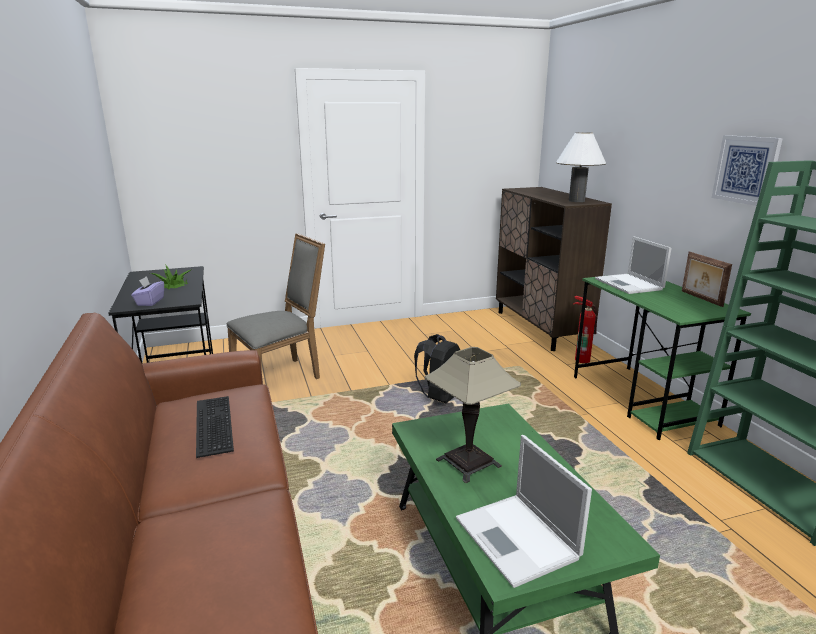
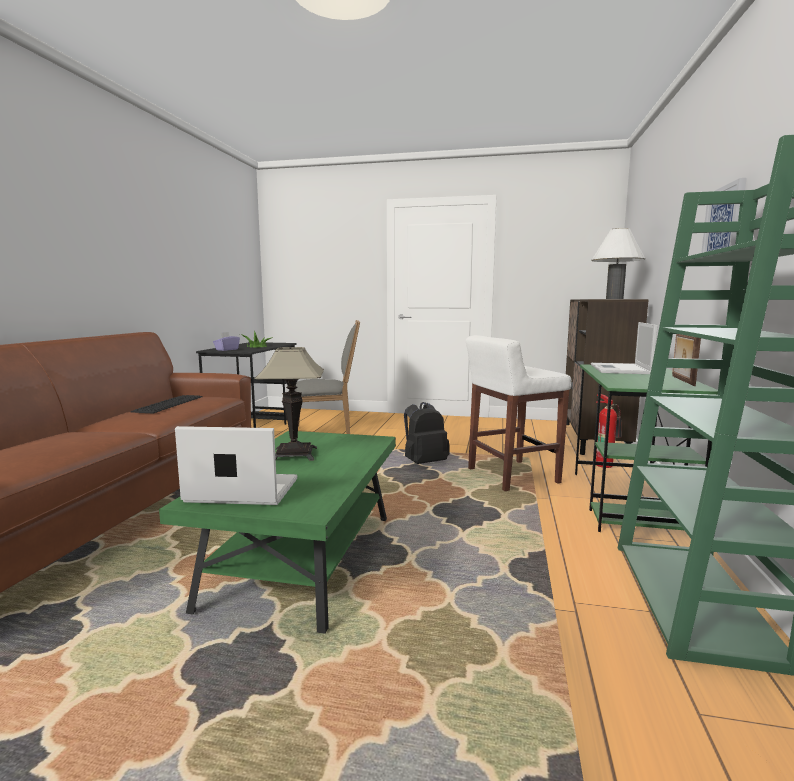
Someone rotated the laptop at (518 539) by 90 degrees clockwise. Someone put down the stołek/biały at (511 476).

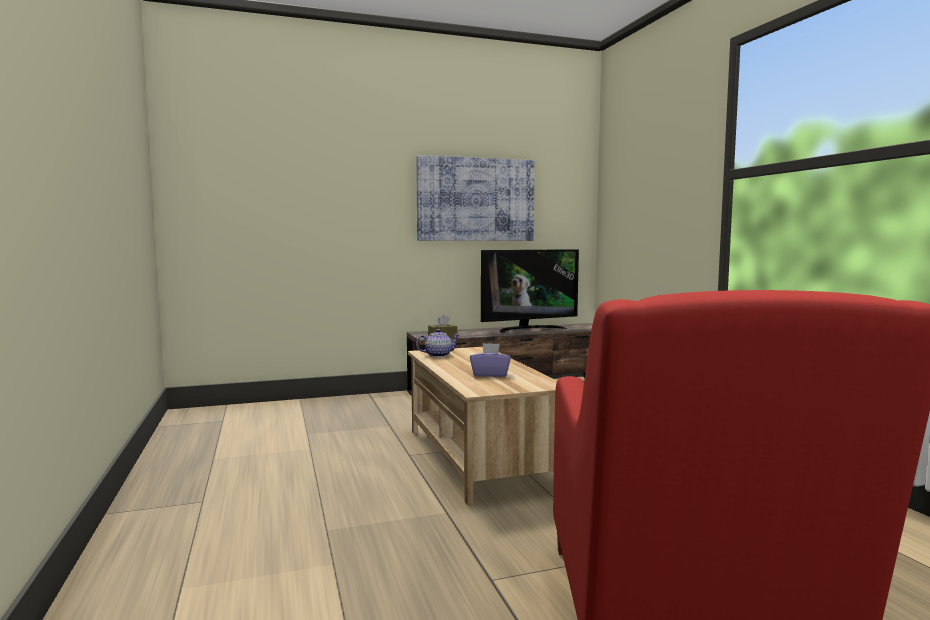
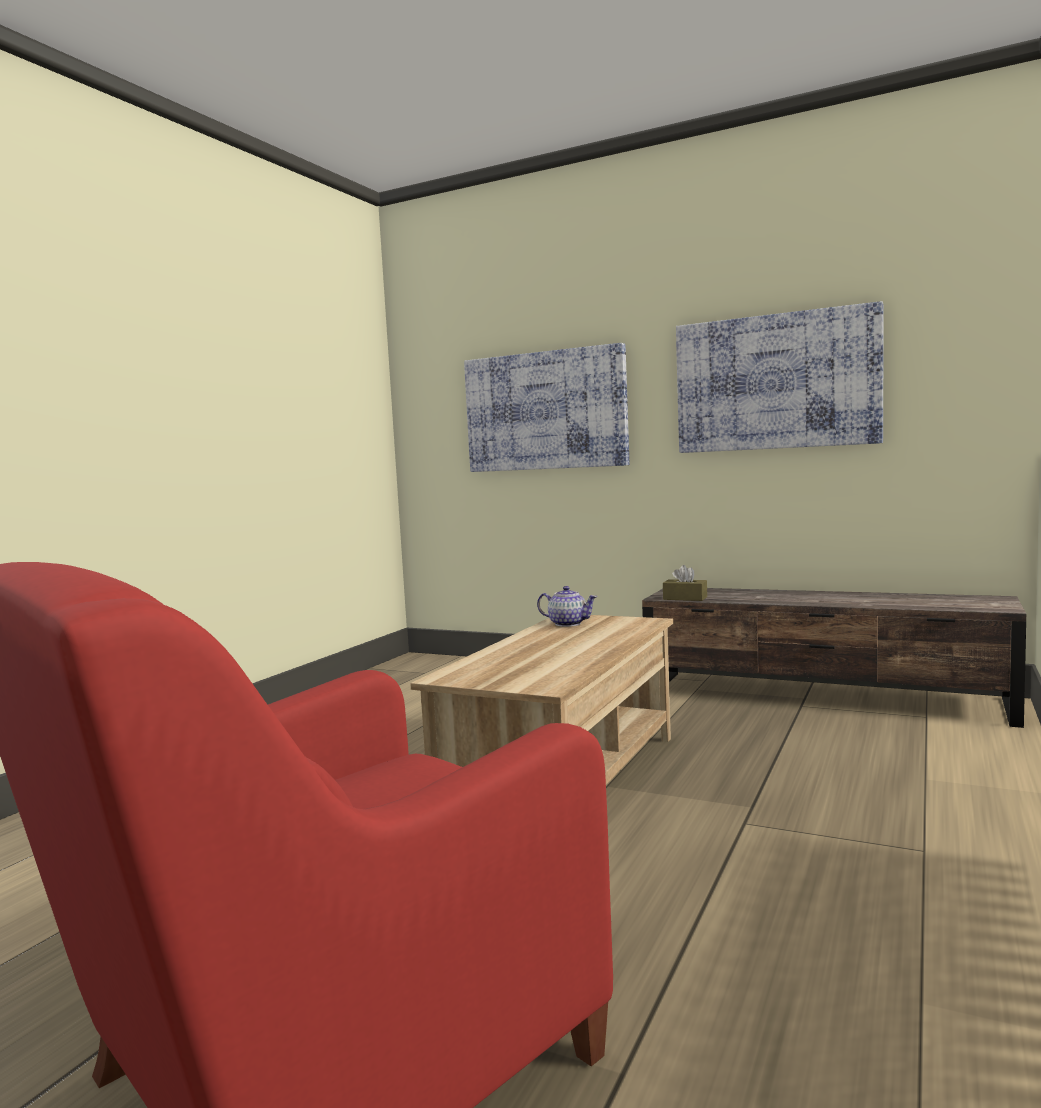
Someone took away the telewizor at (528 329). Someone took away the pudełko chusteczek/fioletowy at (490 374). Someone put up the obraz at (546 411).

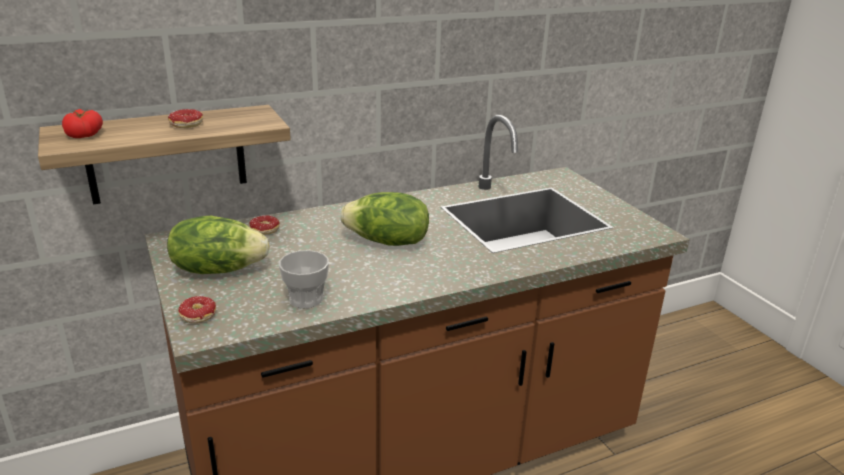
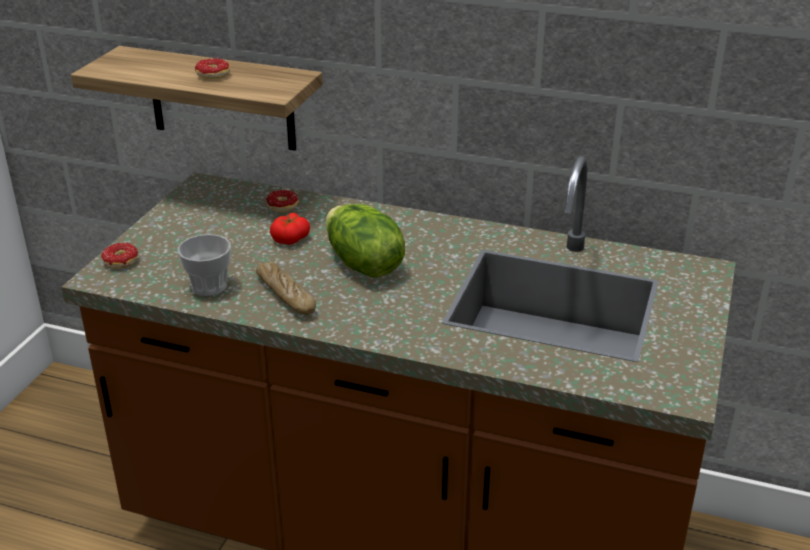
Someone carried the pomidor from (84 134) to (290 238). Someone took away the sałata at (218 269). Someone put down the chleb at (285 295).

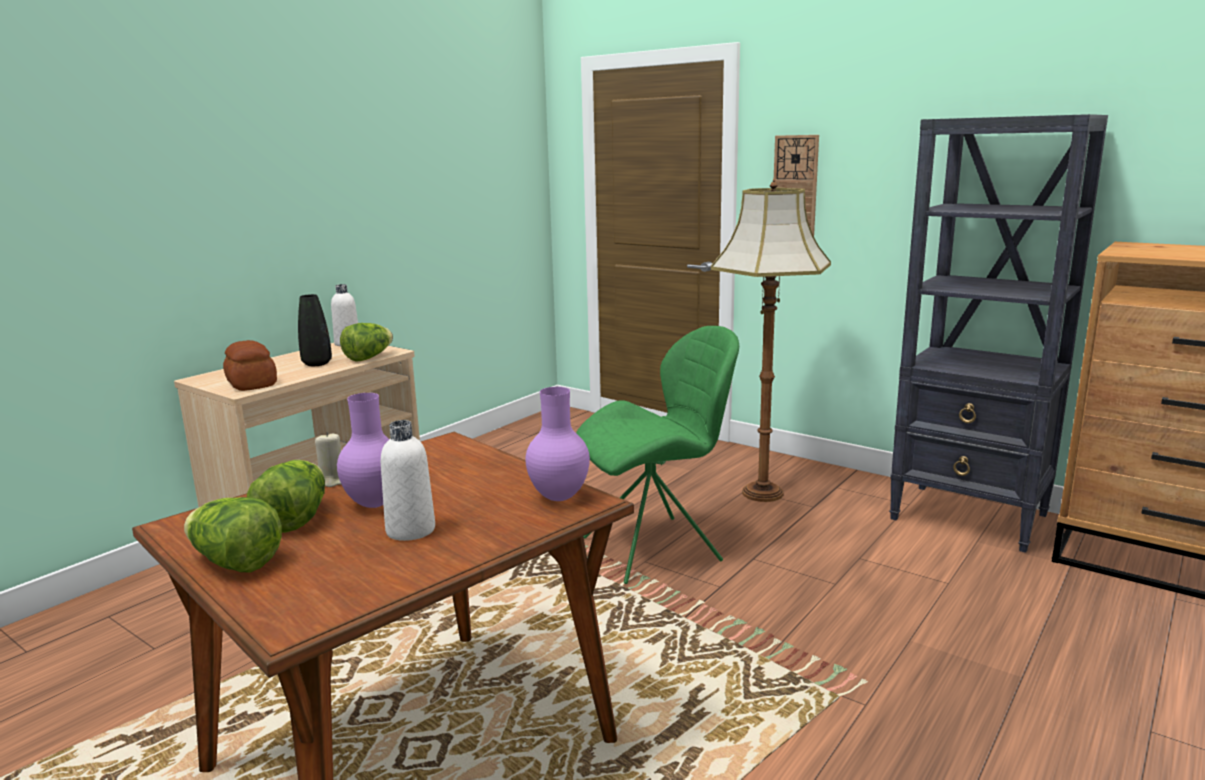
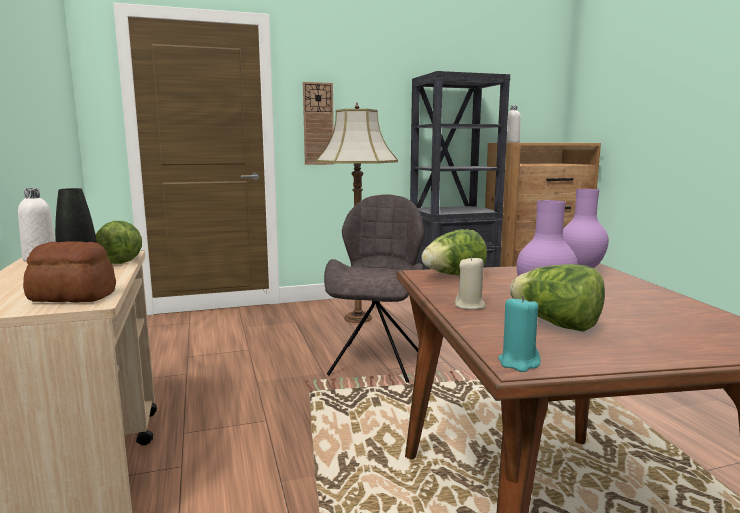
Someone repainted the krzesło/zielony at (656 548), which became the krzesło/szary at (376 361). Someone carried the butelka/biały from (410 530) to (512 142). Someone carried the sałata from (235 563) to (454 275). Someone put down the świeca/turkusowy at (519 363).

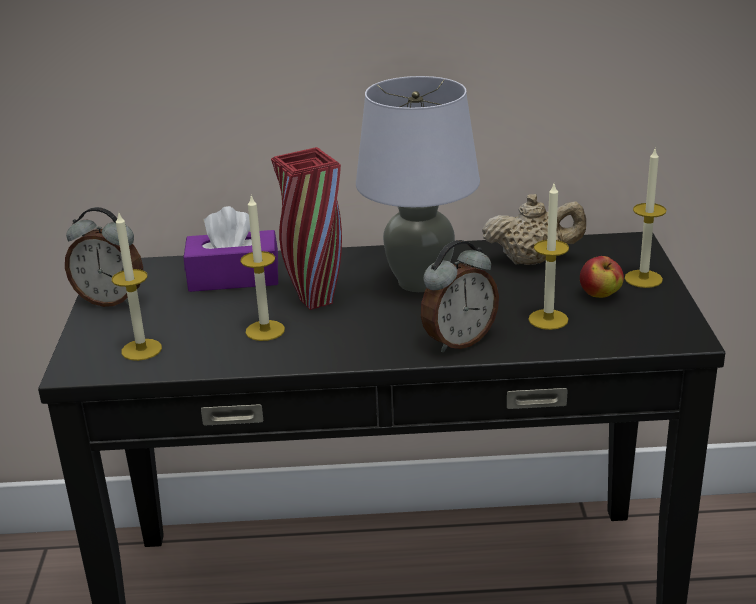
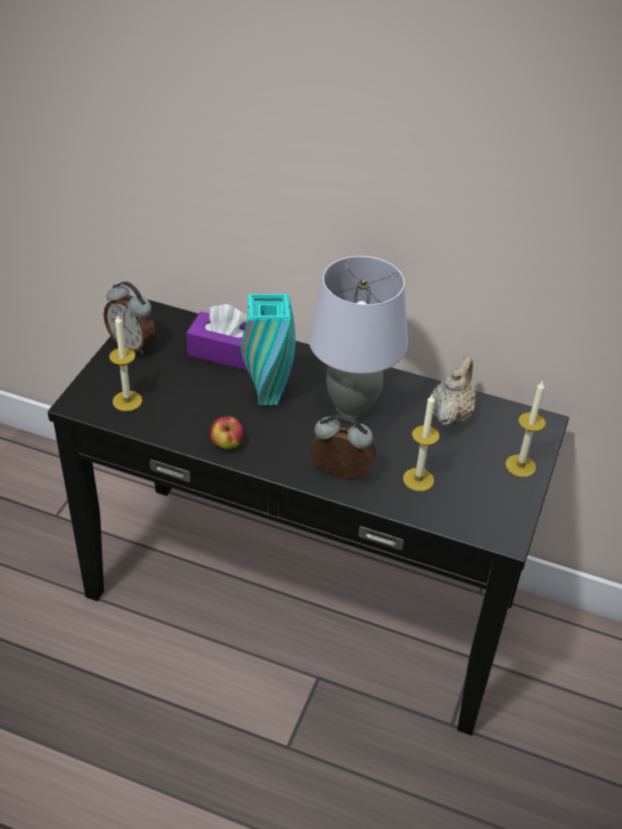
Someone repainted the wazon/czerwony at (316 301), which became the wazon/turkusowy at (267 398). Someone took away the świeca at (265 330). Someone rotated the imbryk/beżowy at (532 261) by 90 degrees counterclockwise. Someone rotated the budzik at (458 341) by 150 degrees counterclockwise. Someone carried the jabłko from (600 295) to (226 444).

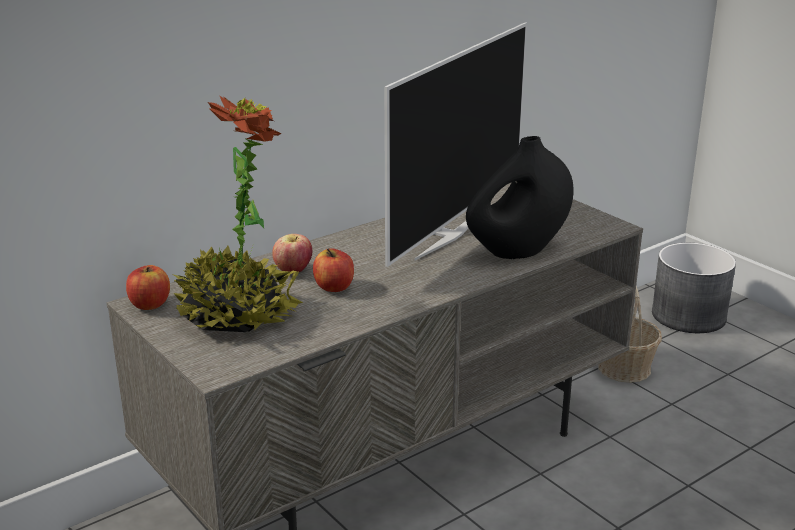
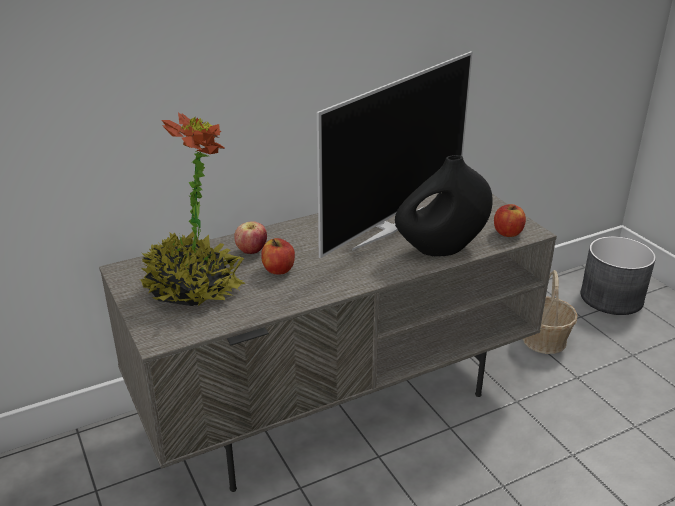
Someone carried the jabłko from (150 304) to (507 233).

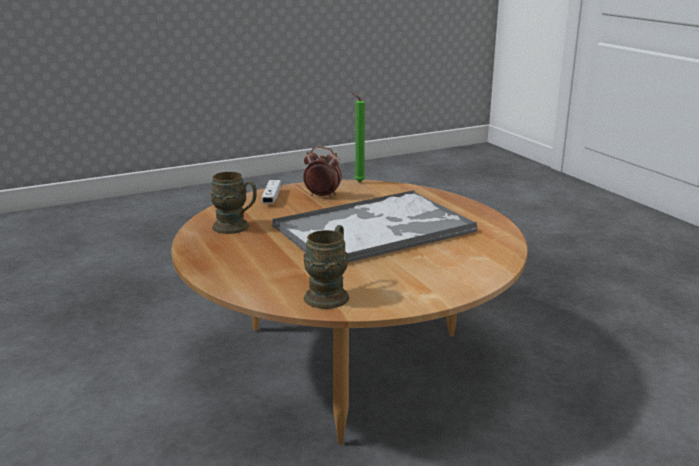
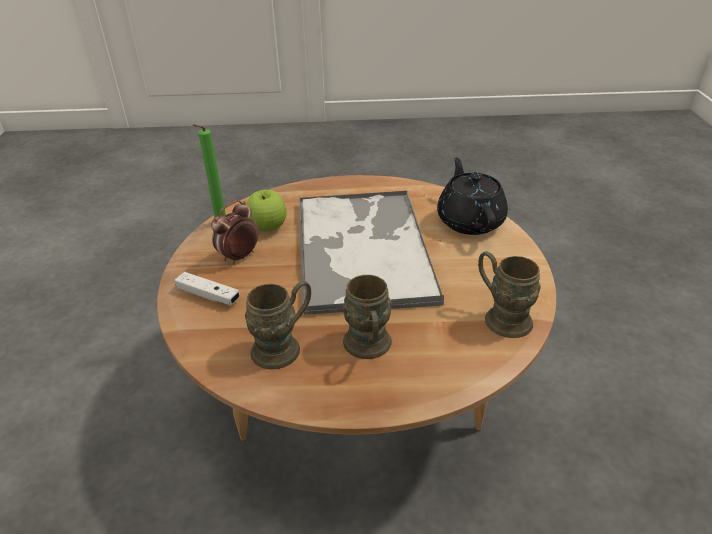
Someone put down the imbryk/czarny at (470 220). Someone put down the jabłko at (268 228). Someone put down the kubek/brązowy at (369 348).

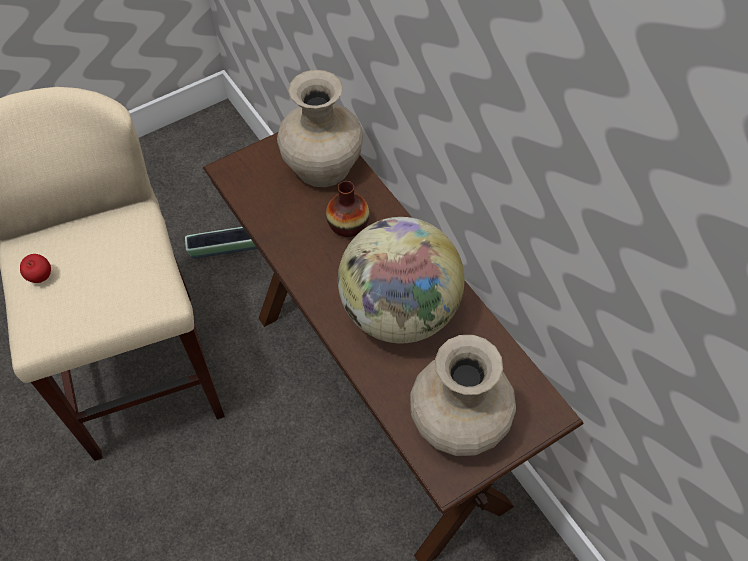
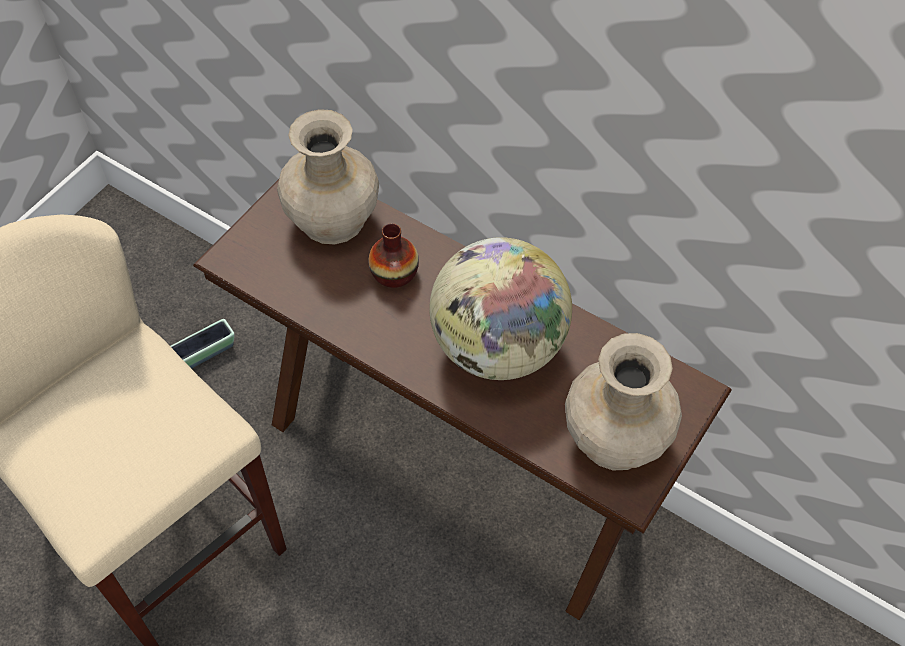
Someone took away the jabłko at (40 277).

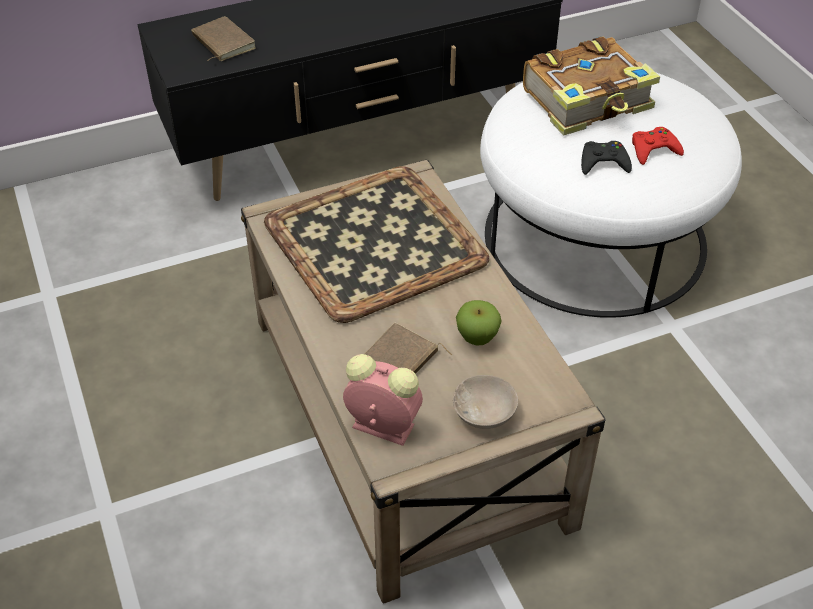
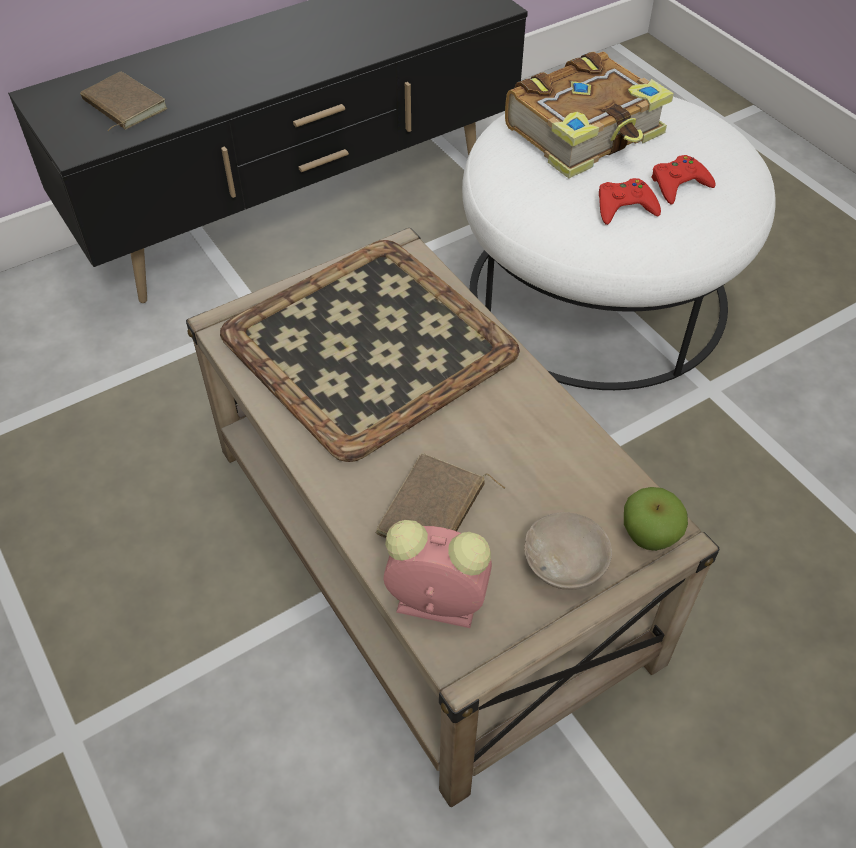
Someone repainted the pad do gier/czarny at (603 162), which became the pad do gier/czerwony at (624 207). Someone carried the jabłko from (477 337) to (649 536).

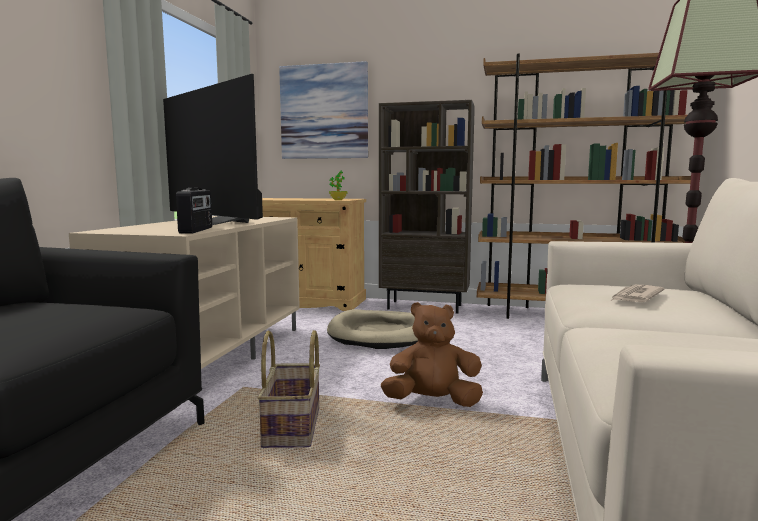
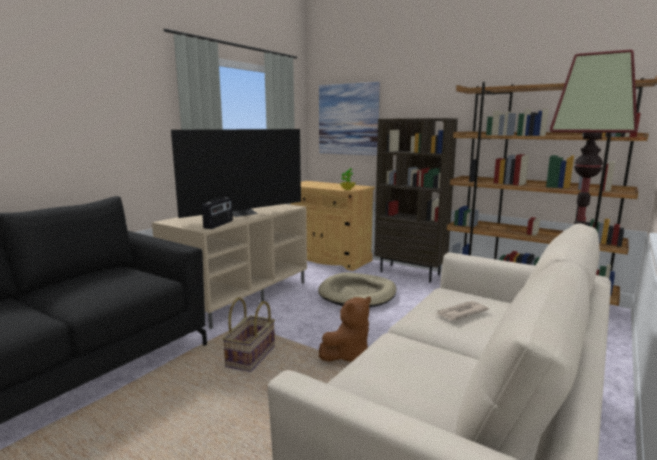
Someone rotated the telewizor at (215 223) by 105 degrees counterclockwise. Someone rotated the pluszak/brązowy at (432 402) by 120 degrees clockwise.

